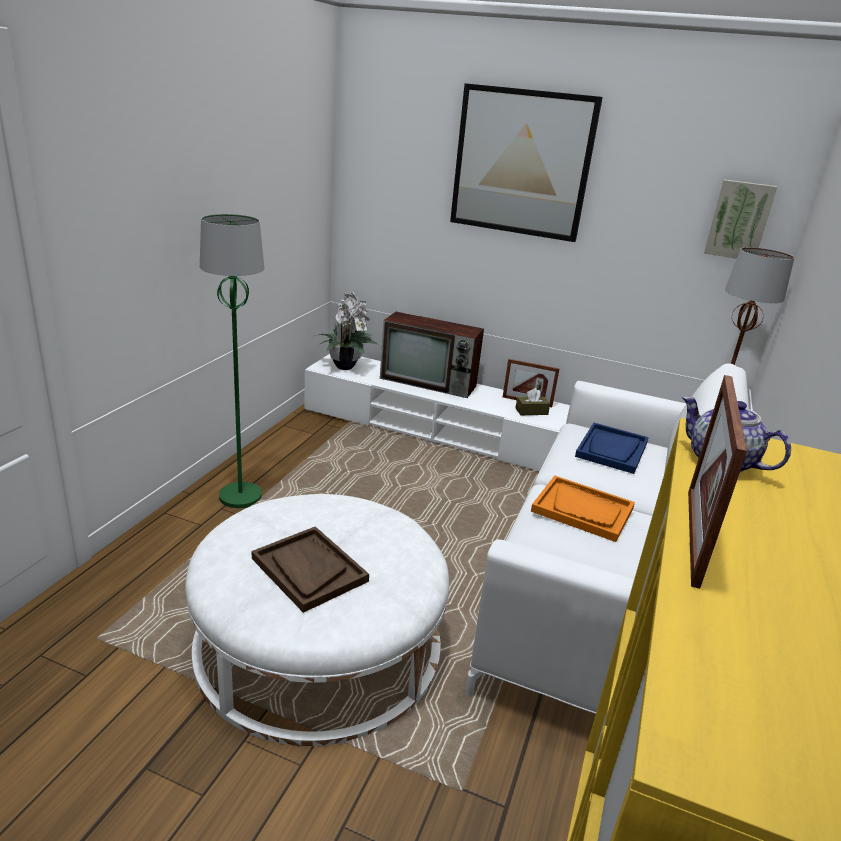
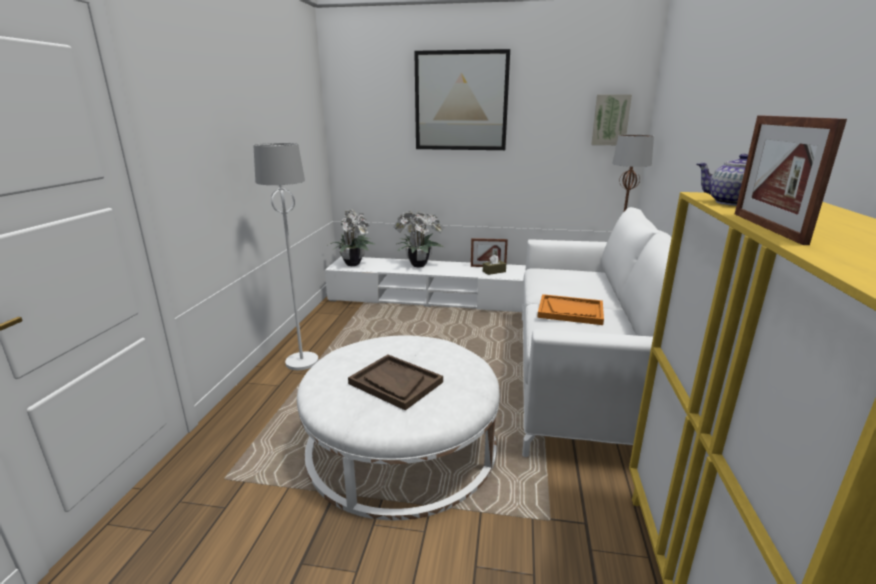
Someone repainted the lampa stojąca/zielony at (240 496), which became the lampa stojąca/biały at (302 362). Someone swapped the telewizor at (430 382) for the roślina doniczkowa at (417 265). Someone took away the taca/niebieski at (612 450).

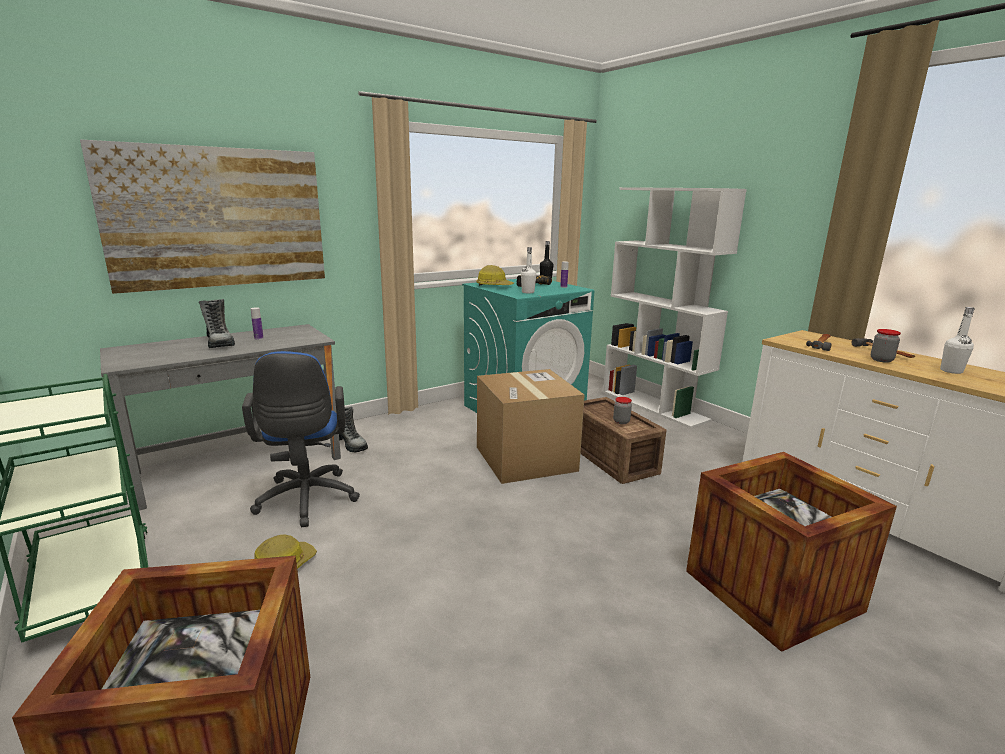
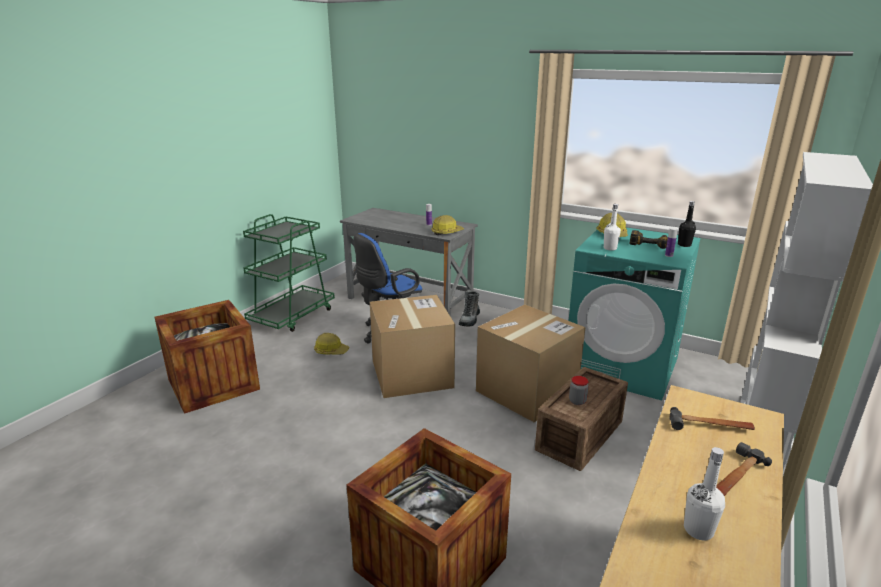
Someone took away the obraz at (218 218). Someone took away the but z cholewką at (219 343). Someone took away the słoik at (881 360). Someone put down the kask at (446 232). Someone put down the karton at (412 374).

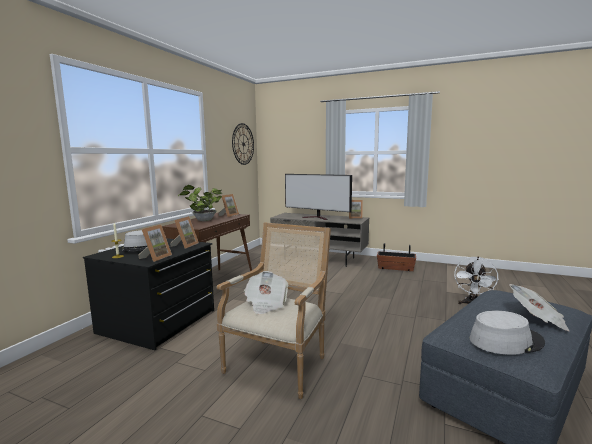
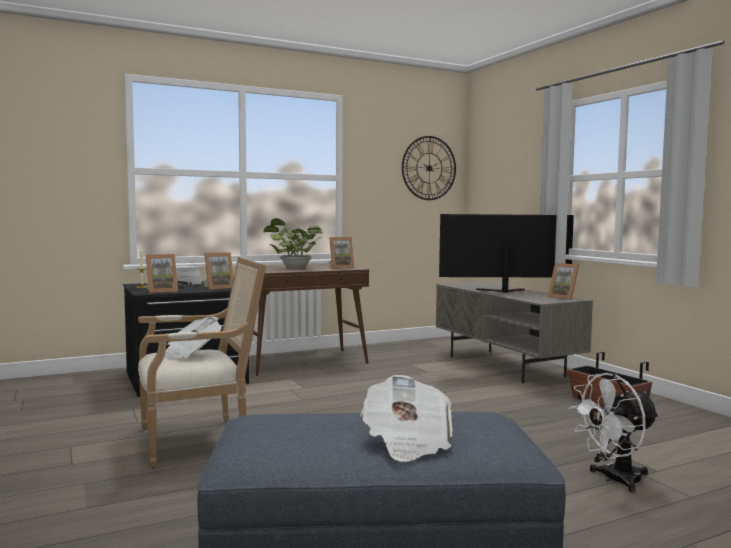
Someone rotated the telewizor at (317 218) by 105 degrees clockwise. Someone took away the kapelusz/szary at (505 341).

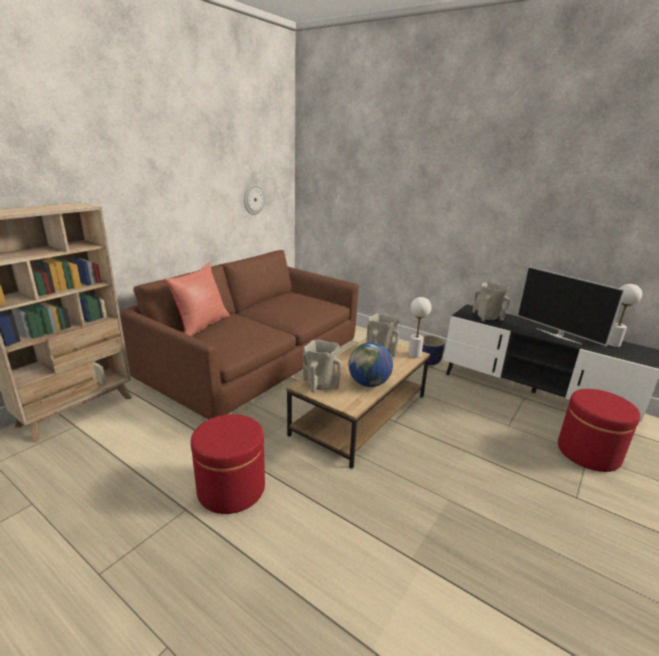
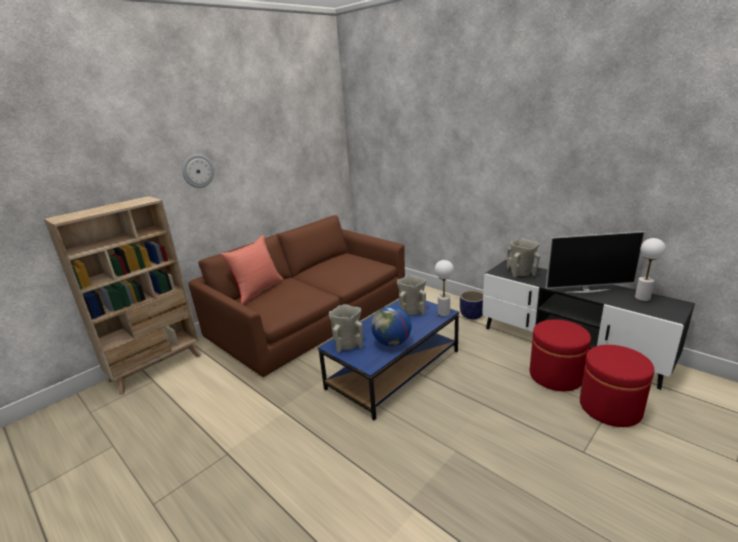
Someone carried the zegar ścienny from (254 199) to (198 171). Someone rotated the telewizor at (558 336) by 60 degrees counterclockwise. Someone repainted the ława/brązowy at (360 414), which became the ława/niebieski at (393 369). Someone carried the pufa/czerwony from (231 489) to (555 375).

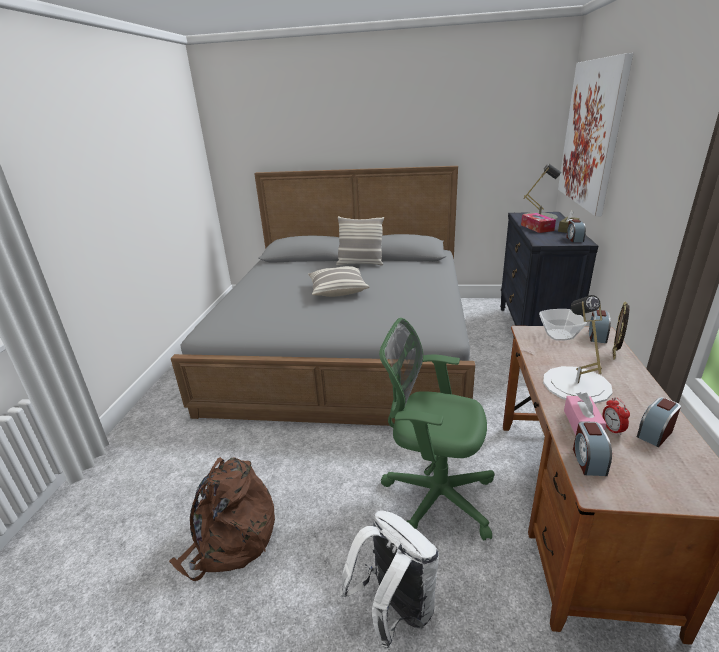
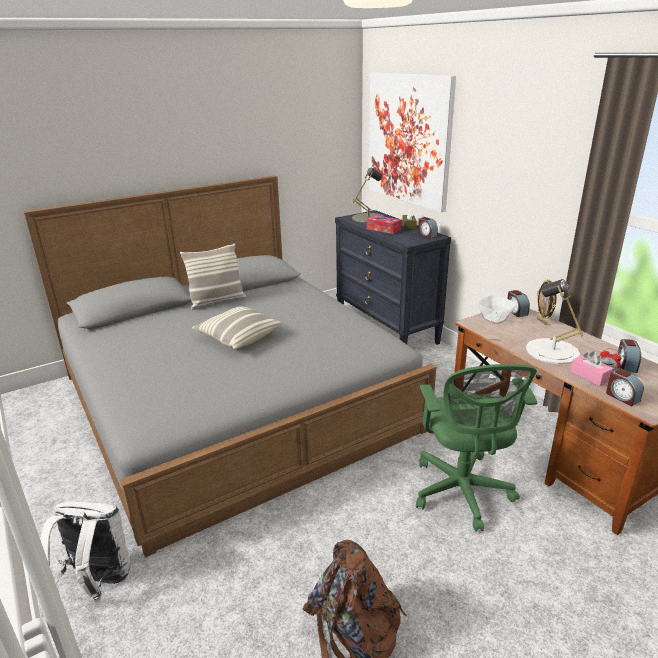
Someone rotated the krzesło biurowe/zielony at (434 495) by 75 degrees counterclockwise. Someone carried the plecak/biały from (394 609) to (97 582).

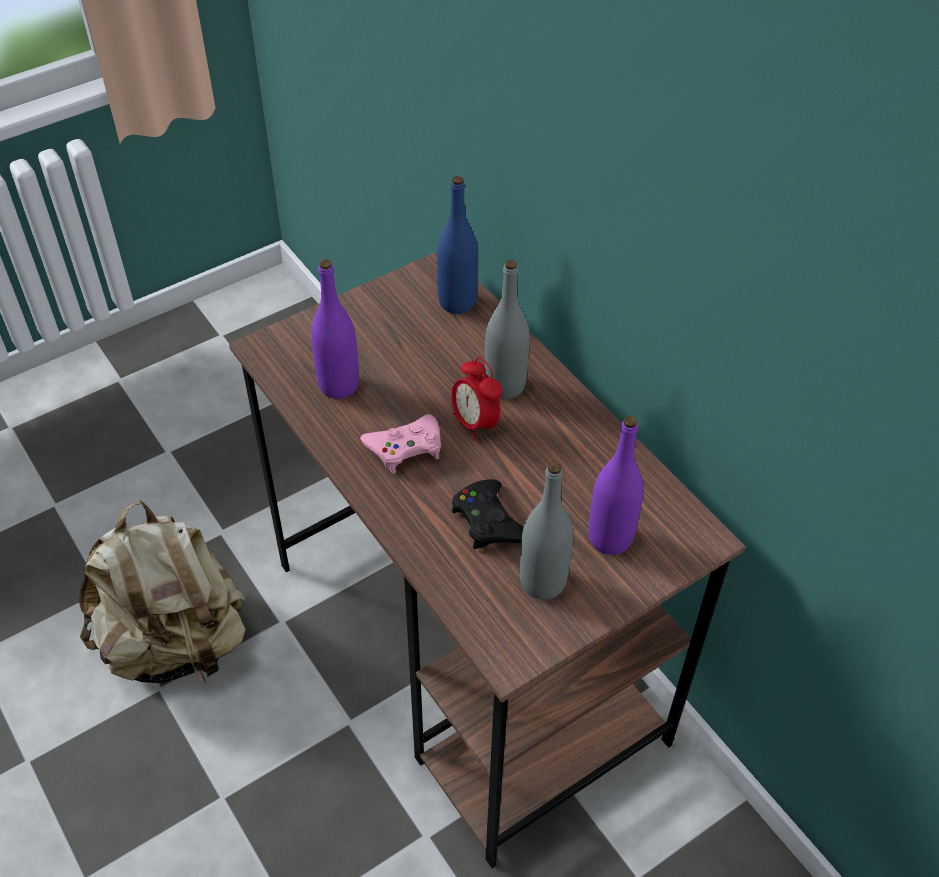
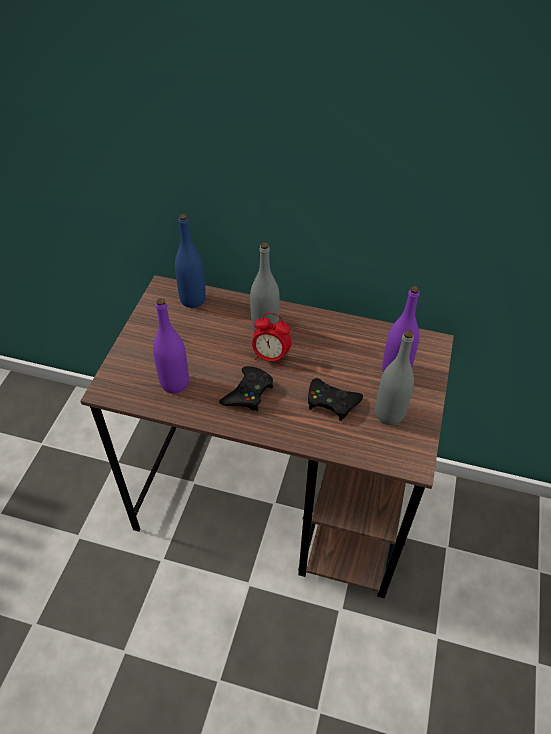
Someone repainted the pad do gier/różowy at (405 447), which became the pad do gier/czarny at (248 393). Someone took away the plecak/beżowy at (175 642).

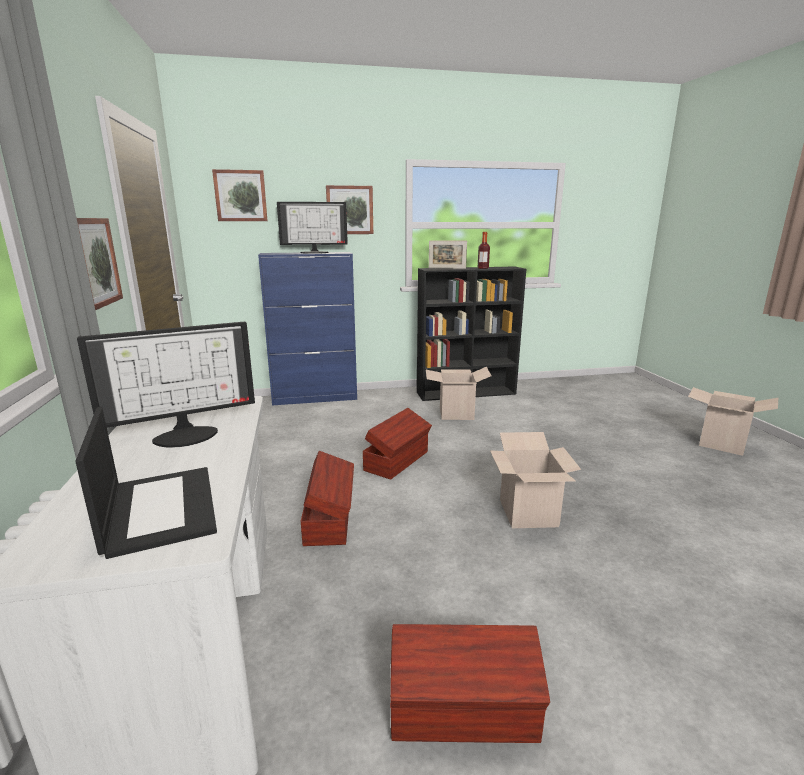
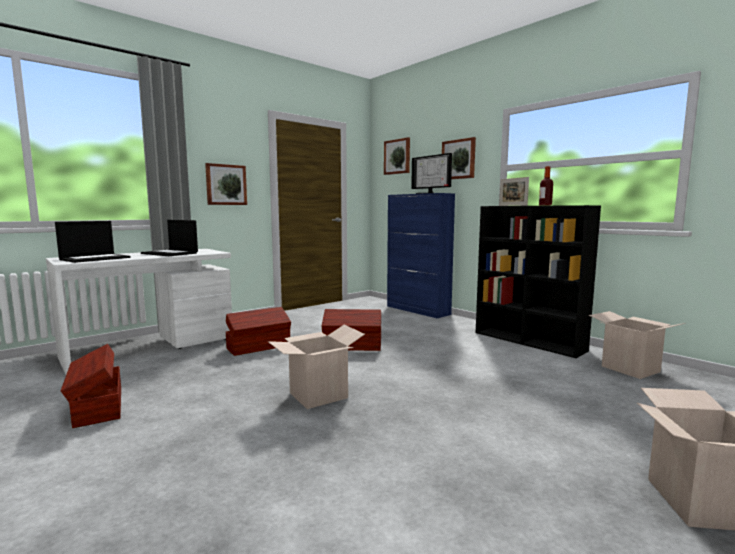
Someone swapped the monitor at (186 434) for the laptop at (170 253). Someone carried the karton from (456 414) to (630 369).

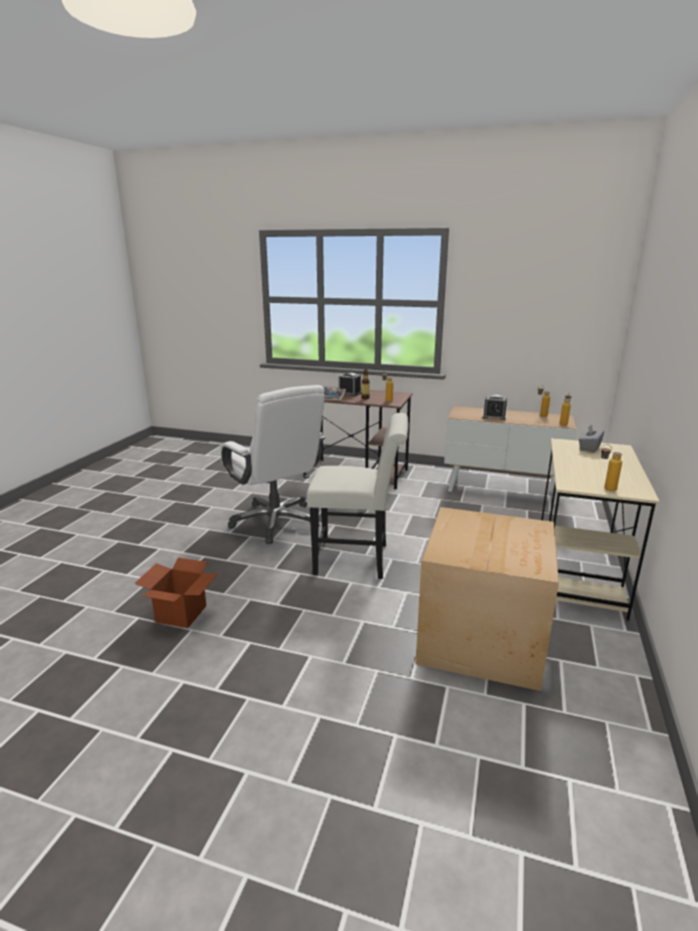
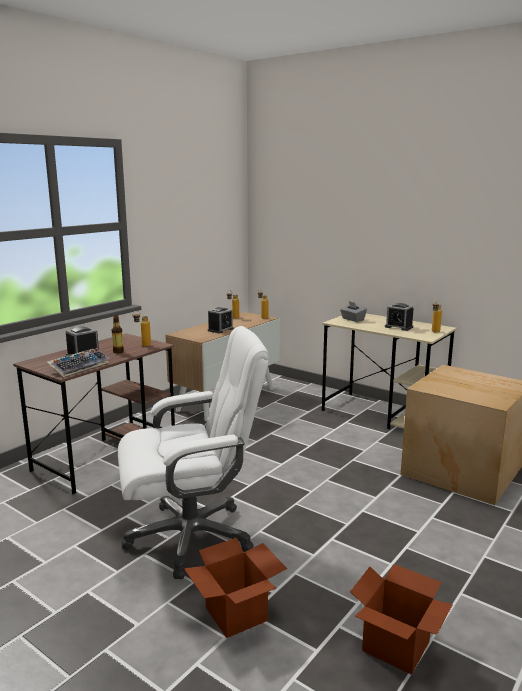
Someone took away the krzesło/biały at (358 559). Someone put down the budzik at (398 327). Someone put down the karton at (235 614).

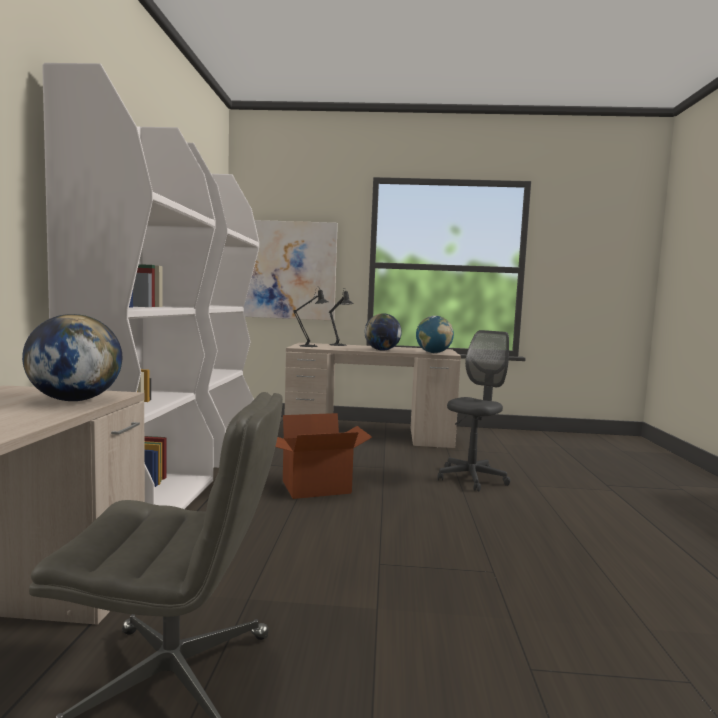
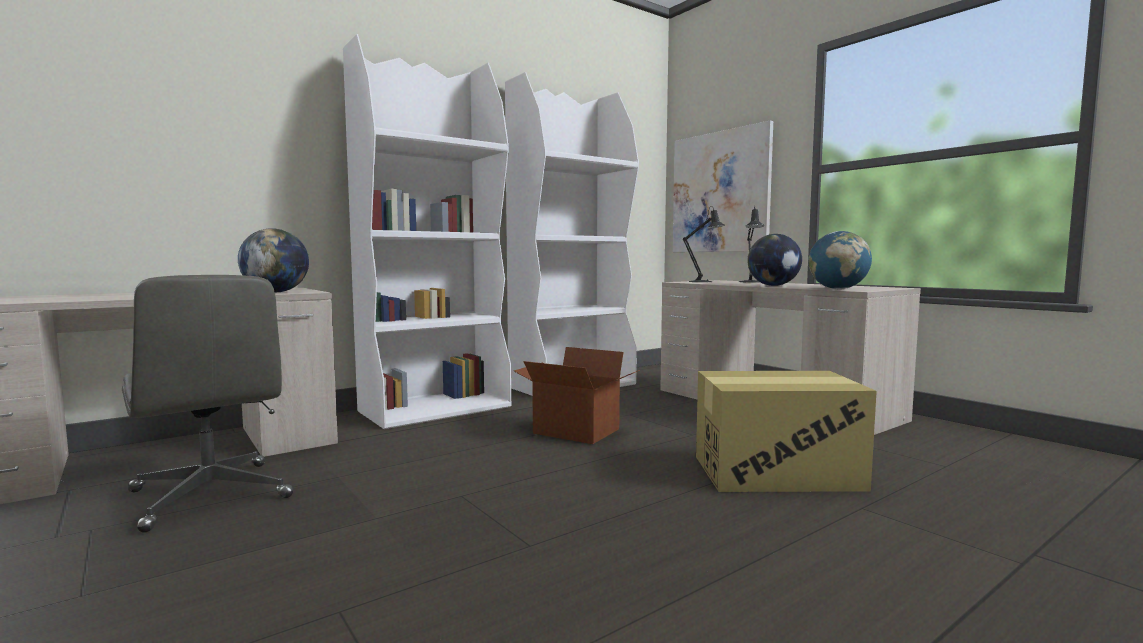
Someone swapped the krzesło biurowe/szary at (471 478) for the karton at (777 472).

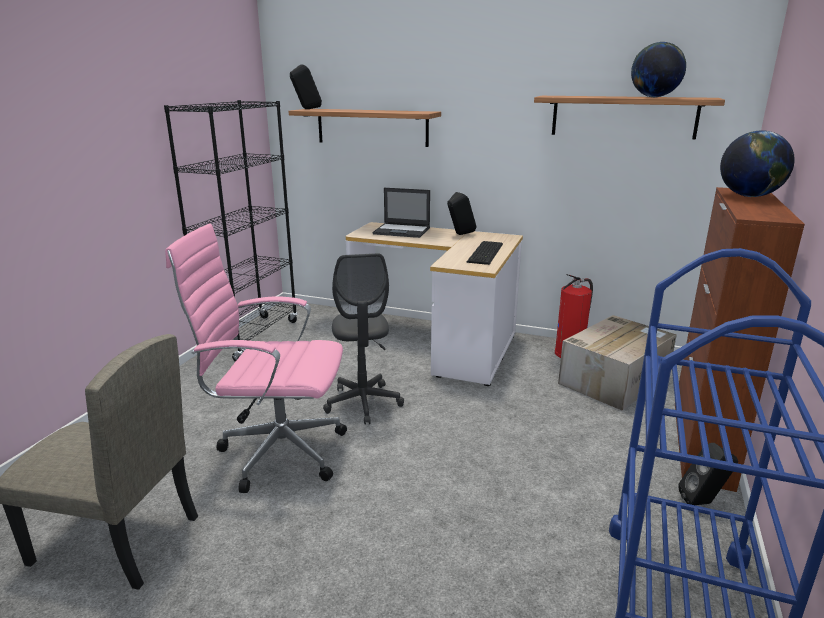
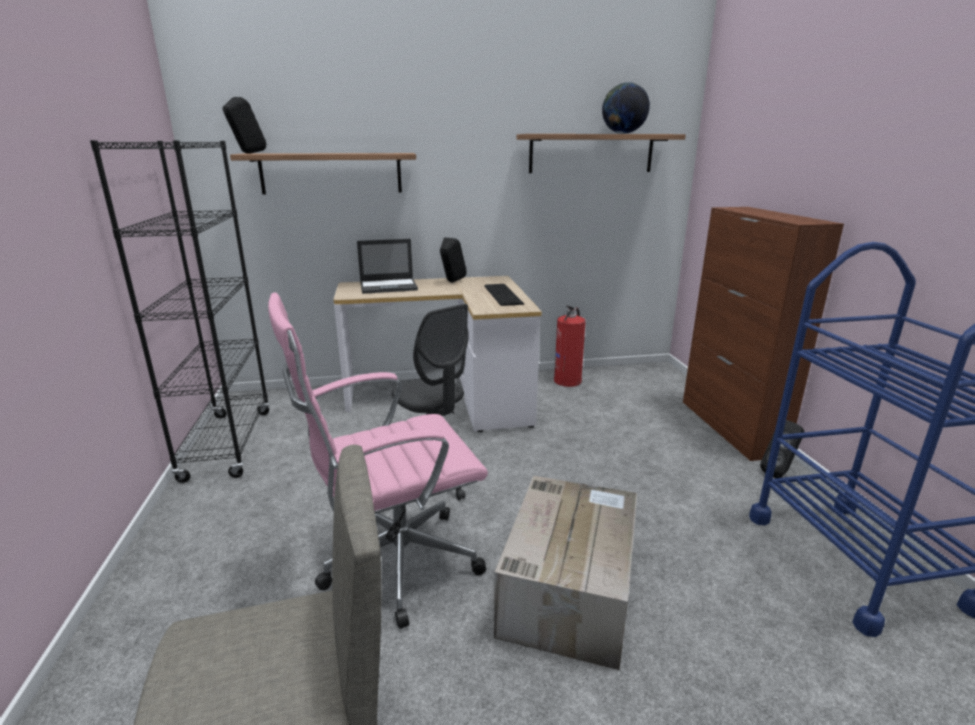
Someone took away the globus at (749 196). Someone carried the karton from (614 379) to (568 588).

